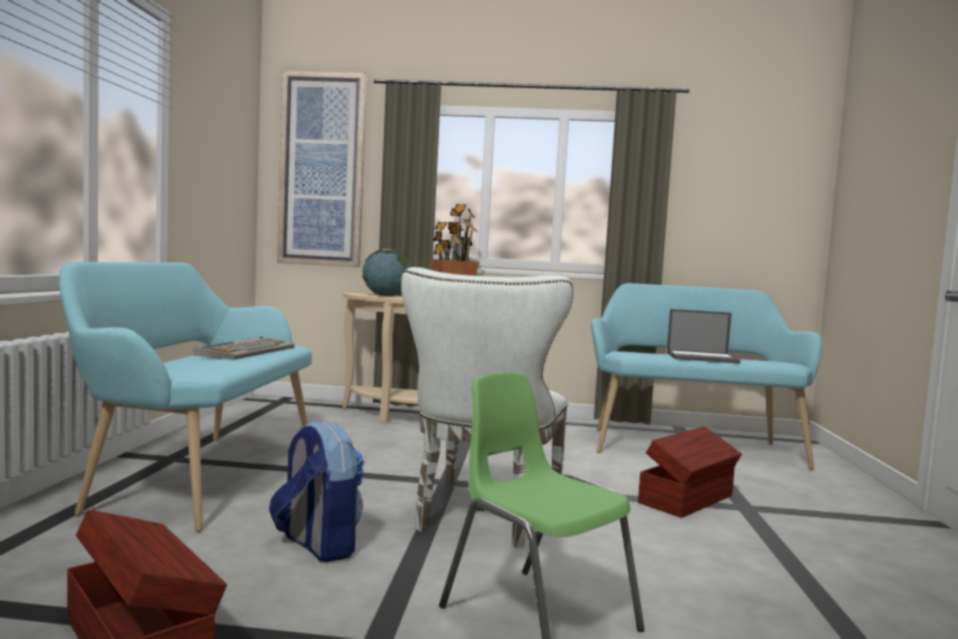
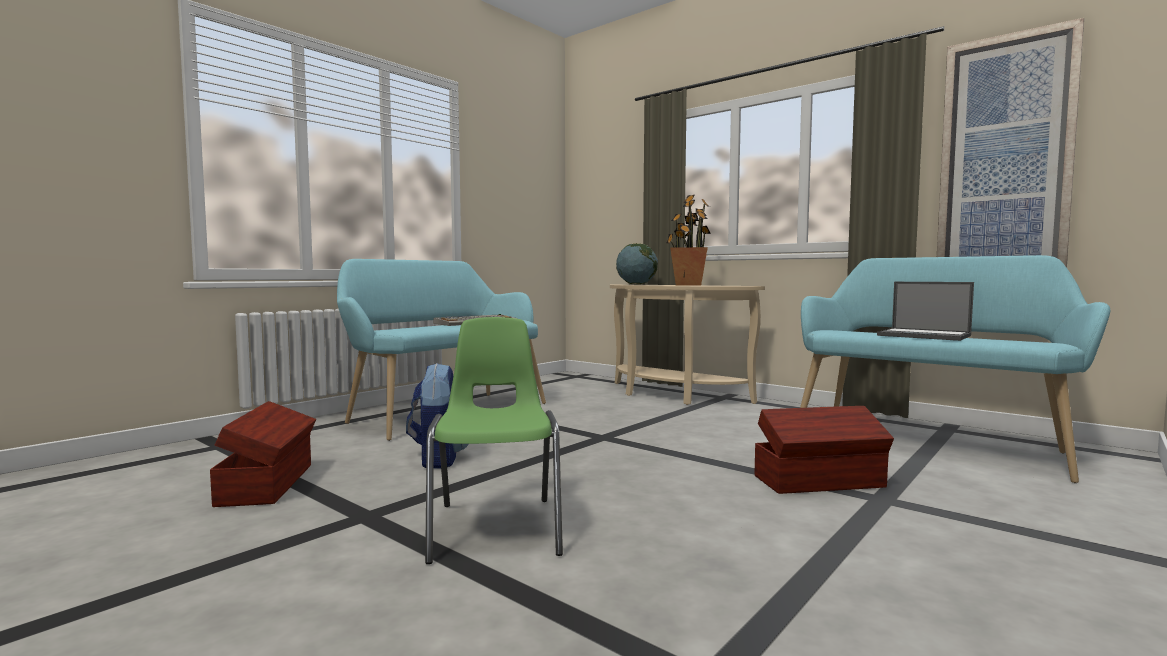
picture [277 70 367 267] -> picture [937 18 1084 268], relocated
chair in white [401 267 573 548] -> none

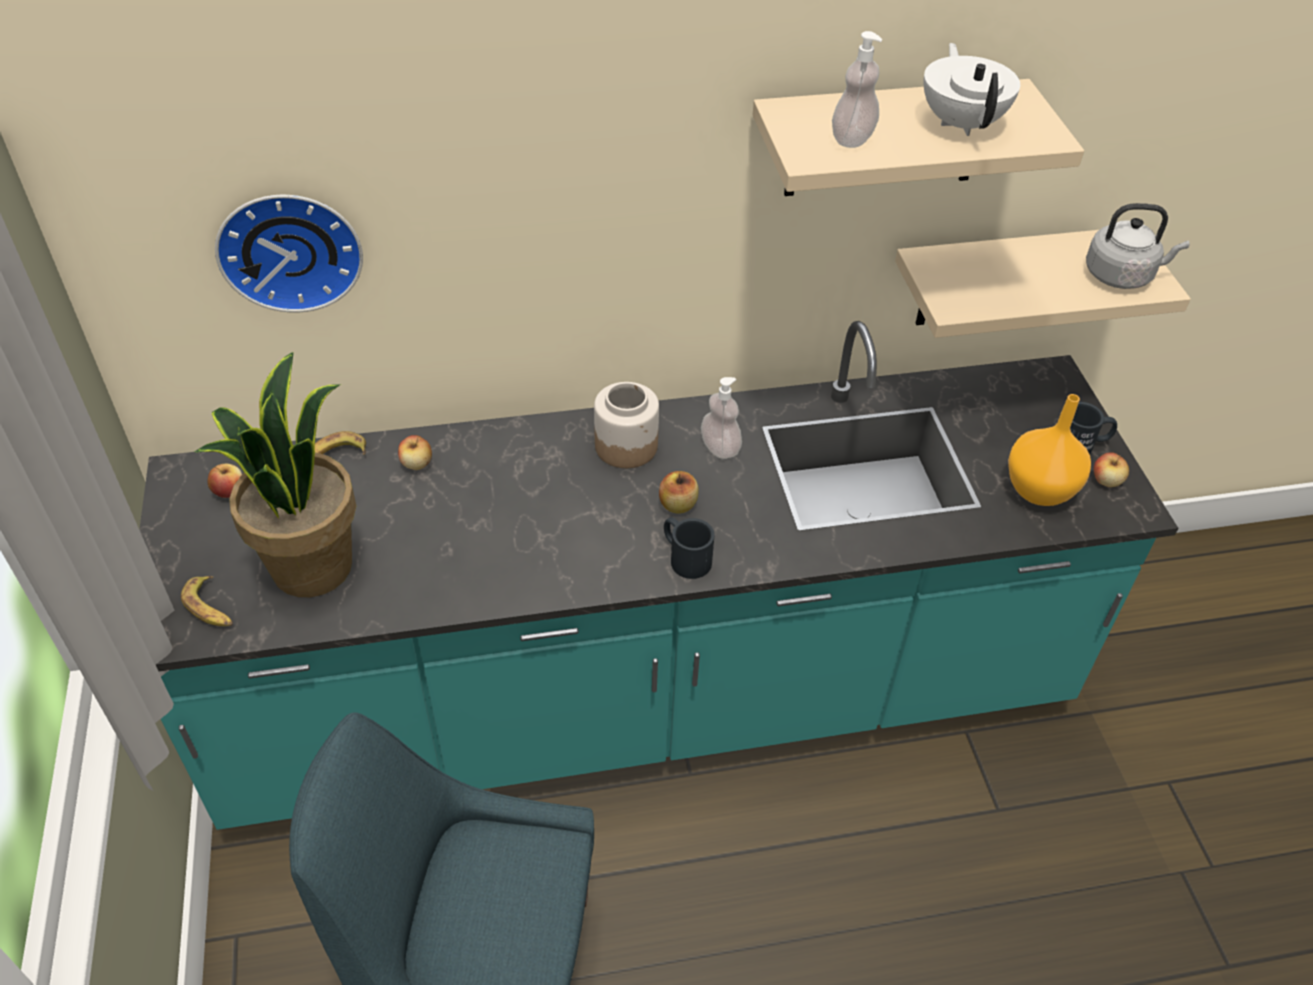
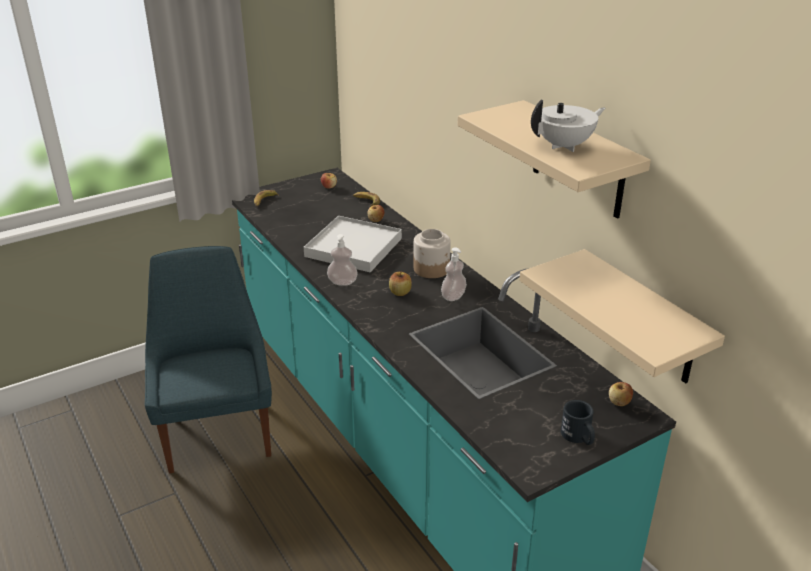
potted plant [194 352 356 597] -> none
wall clock [215 195 363 313] -> none
mug in black [664 517 715 579] -> none
soap dispenser [832 31 882 148] -> soap dispenser [327 234 358 286], relocated
vase in orange [1008 394 1091 506] -> none
kettle in grey [1086 203 1190 289] -> none
apple [1094 452 1129 487] -> apple [609 382 633 406], relocated
none -> tray in white [304 216 402 272]

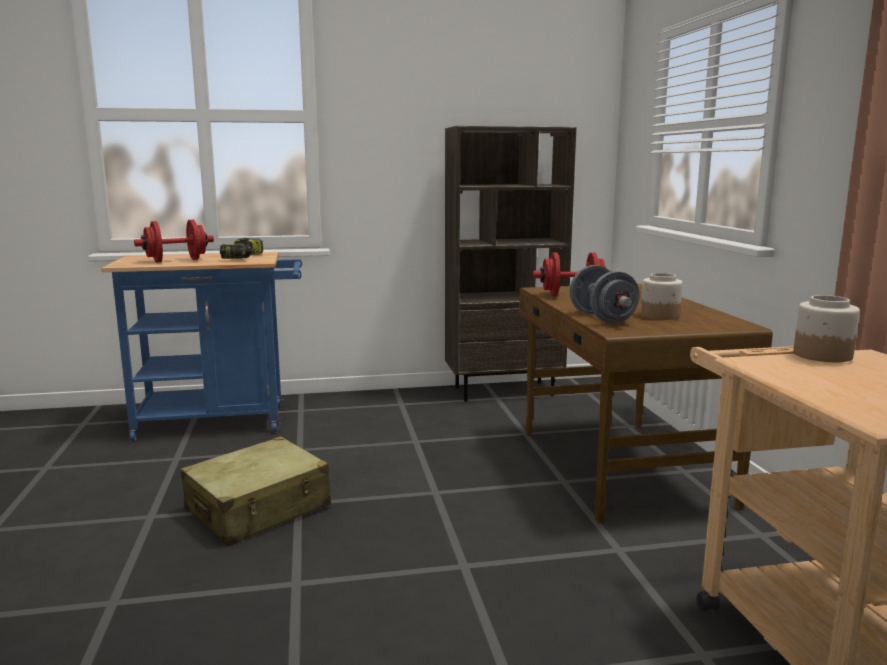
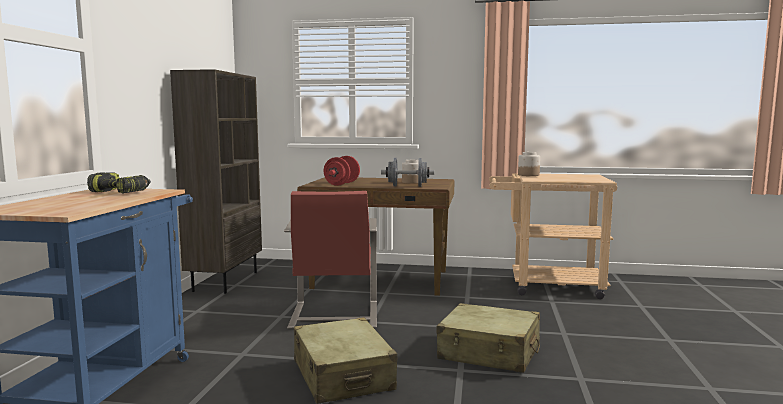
dumbbell in red [134 220 214 262] -> none
none -> chair in red [284 191 377 329]
none -> suitcase in beige [436 303 540 373]

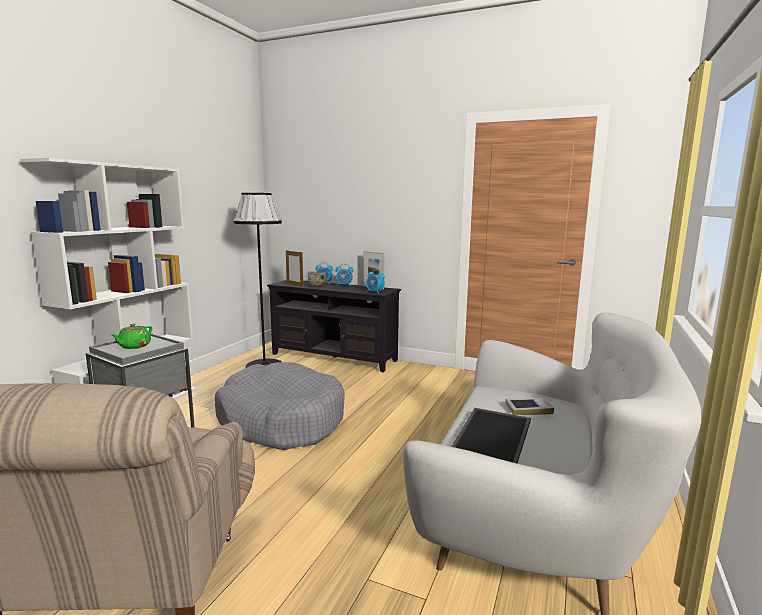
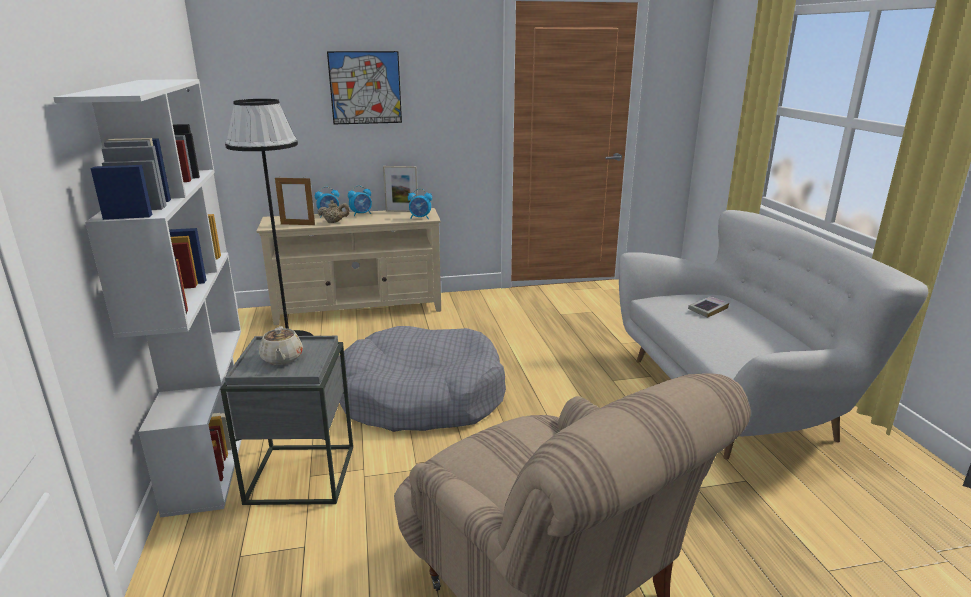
teapot in green [112 323 152 349] -> teapot in beige [259 326 303 365]
tv stand in black [267 280 401 372] -> tv stand in beige [256 208 441 325]
tray [451 408 531 464] -> none
none -> picture [327 51 402 124]

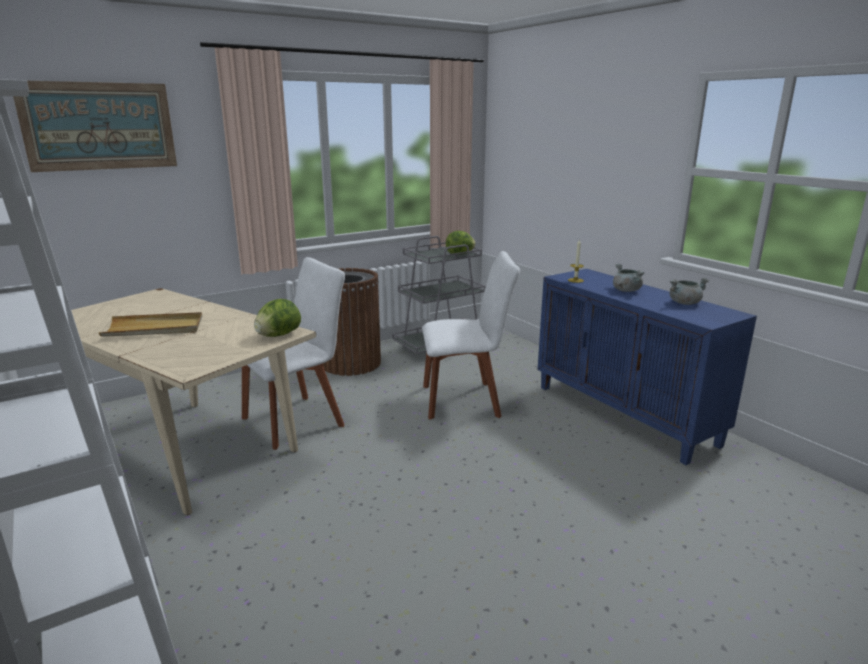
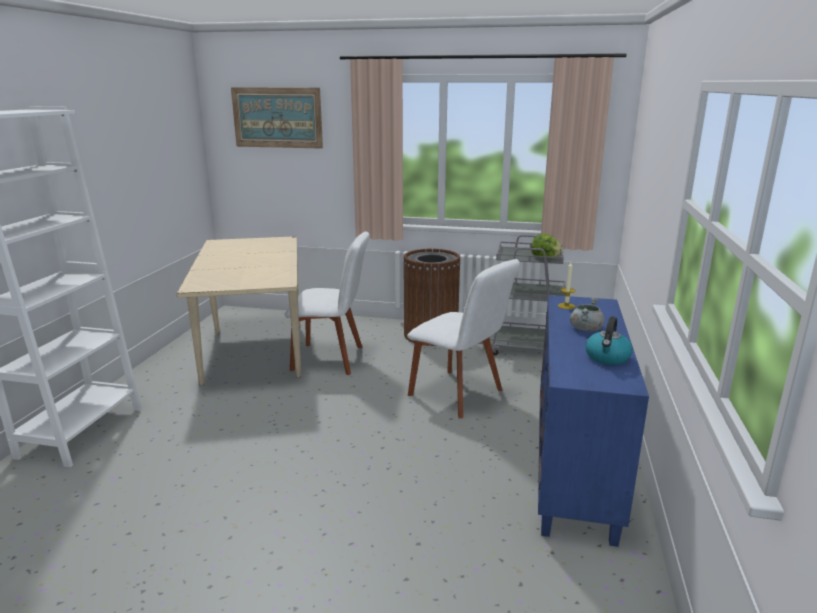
tray in beige [99 312 202 337] -> none
lettuce [254 299 301 337] -> none
cooking pot in grey [670 278 709 305] -> kettle [585 316 633 365]

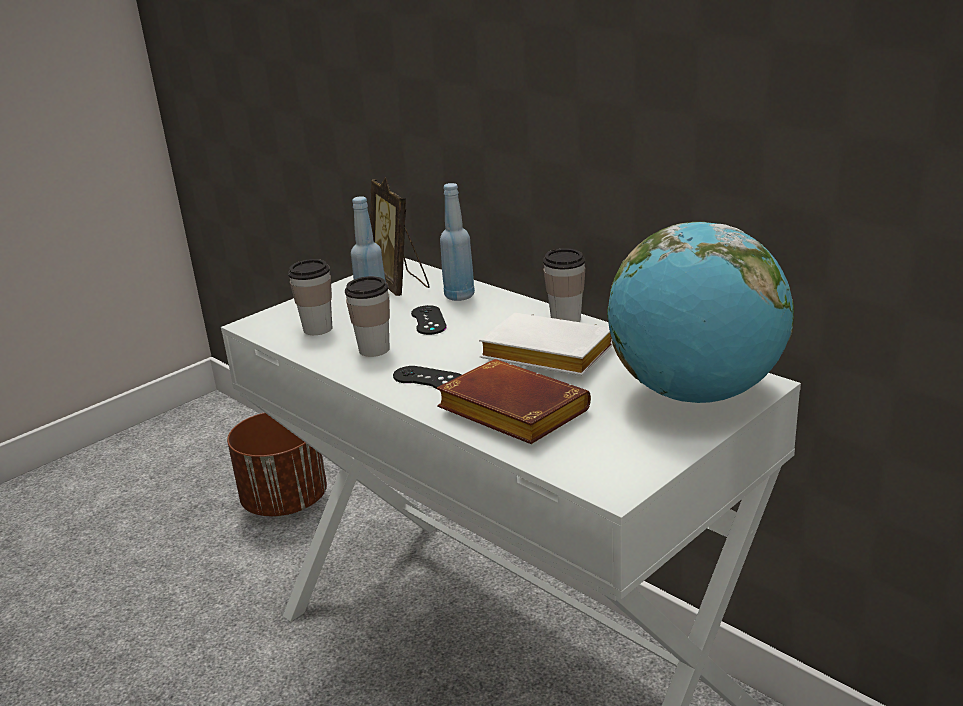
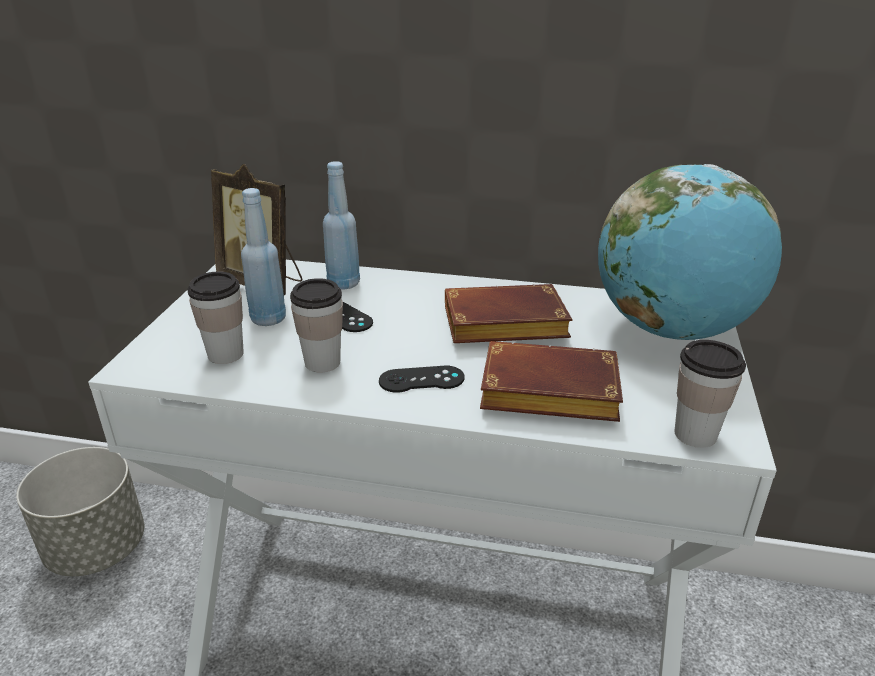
planter in brown [227 412 327 517] -> planter in grey [16 447 145 576]
book in white [479 313 613 376] -> book in brown [445 284 573 343]
cup [543 249 585 322] -> cup [674 340 746 448], relocated

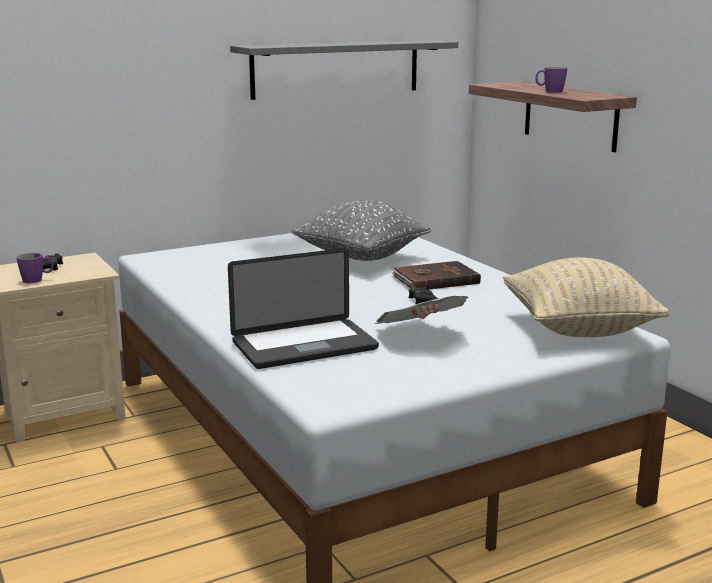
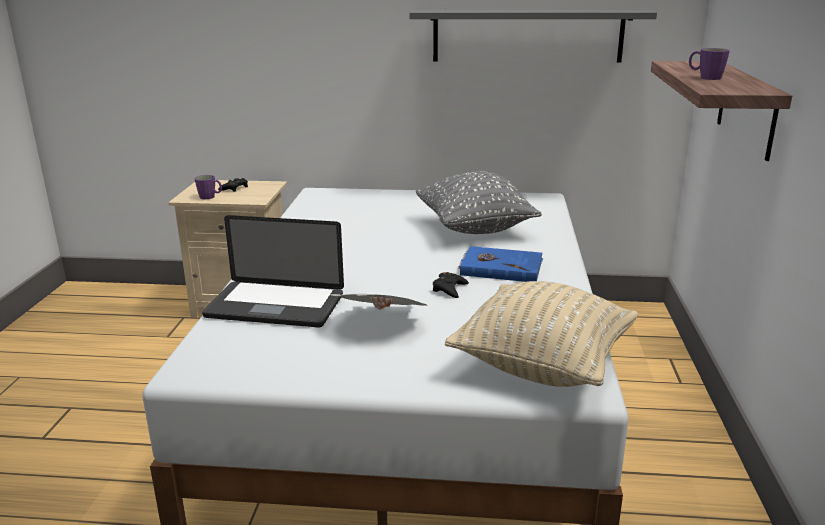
book in brown [391 261 481 290] -> book in blue [458 246 543 282]

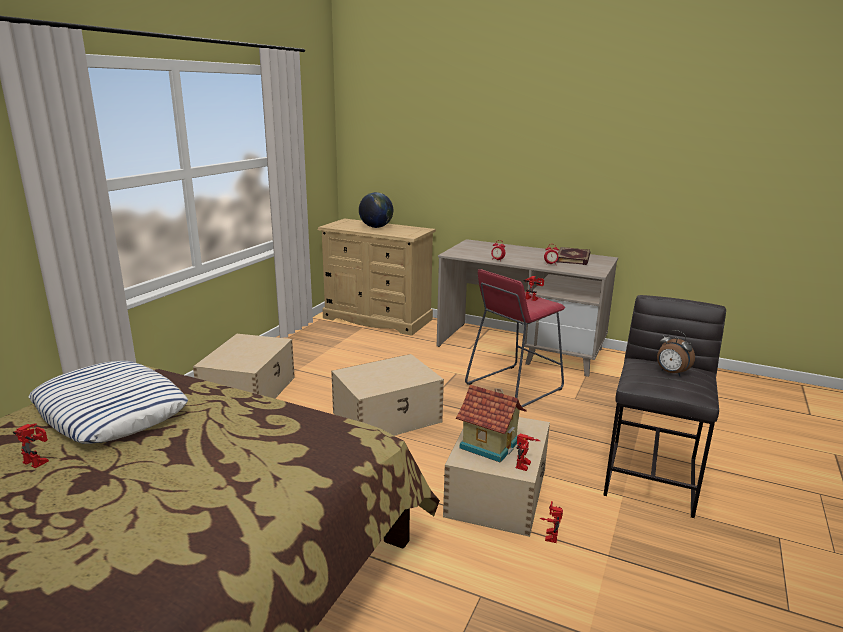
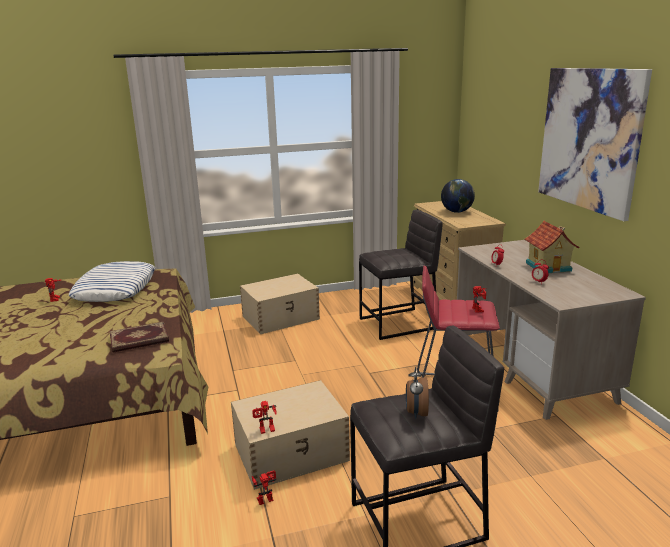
storage box in beige [331 354 444 436] -> none
toy house [456 385 527 463] -> toy house [524 221 579 273], relocated
book [557 247 591 265] -> book [110 322 169 353], relocated
none -> stool in grey [359 210 443 340]
none -> picture [538 68 652 221]

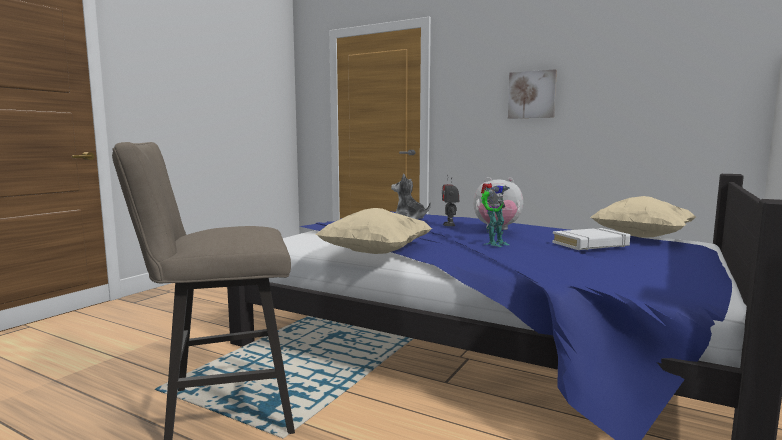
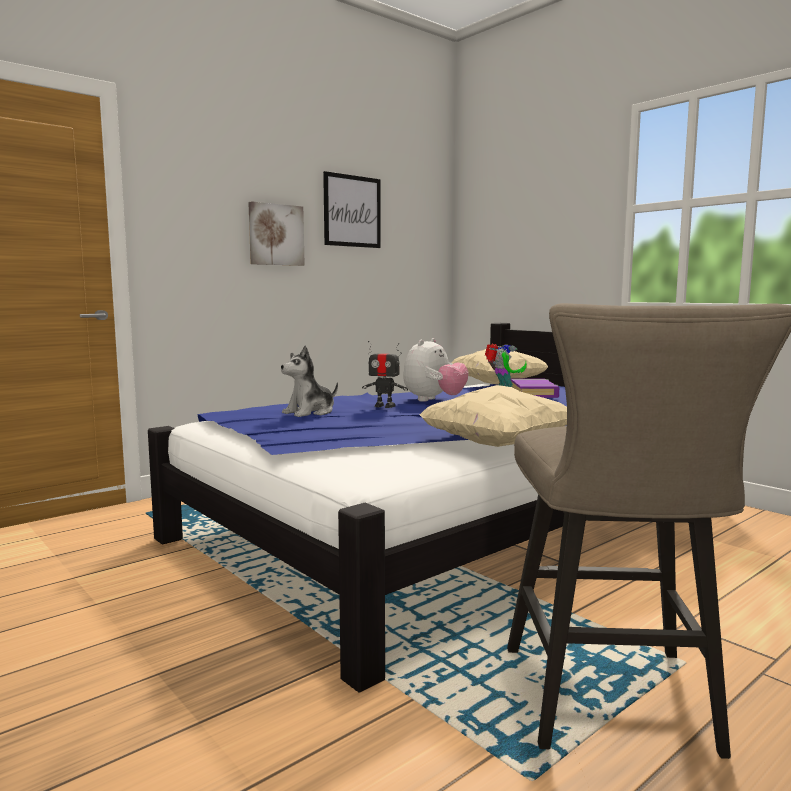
book in white [552 228 630 250] -> book in purple [511 379 559 398]
none -> picture [323 171 381 248]

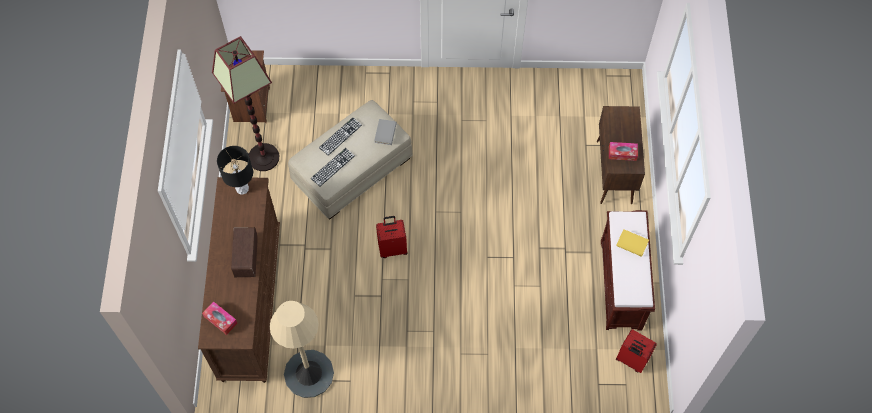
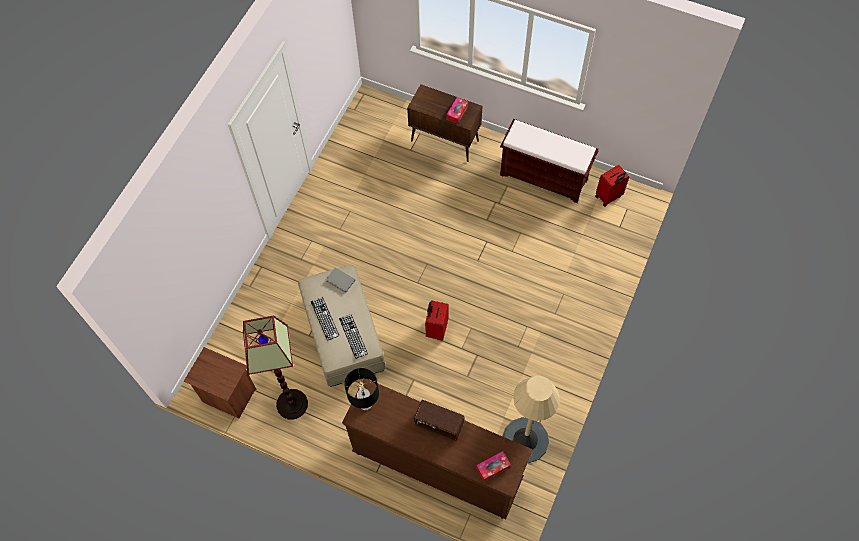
book in yellow [616 229 649 257] -> none

